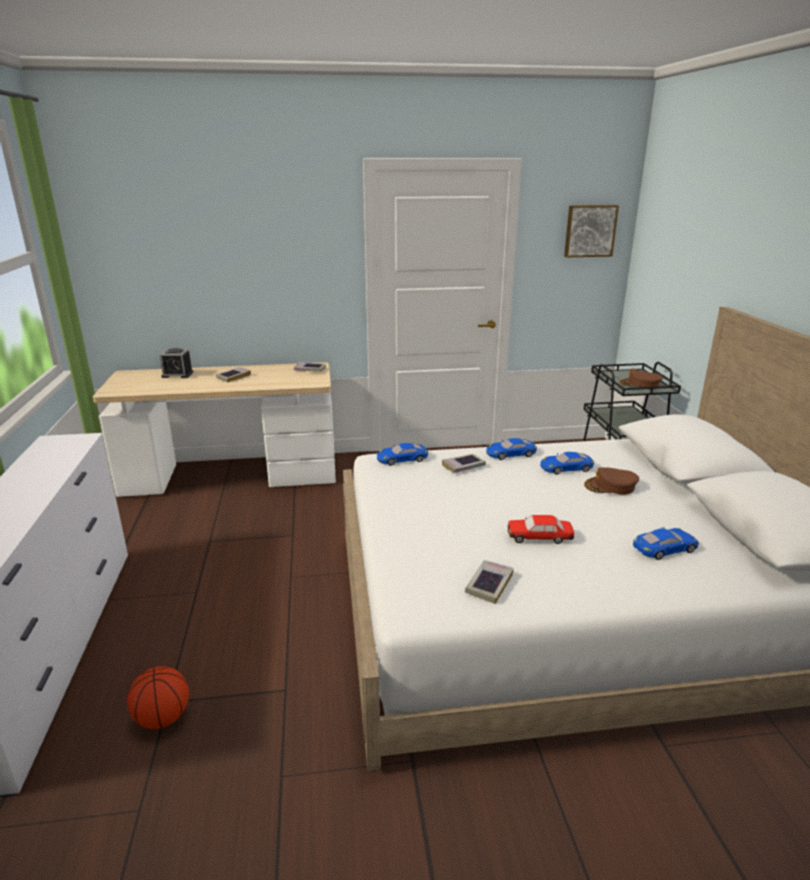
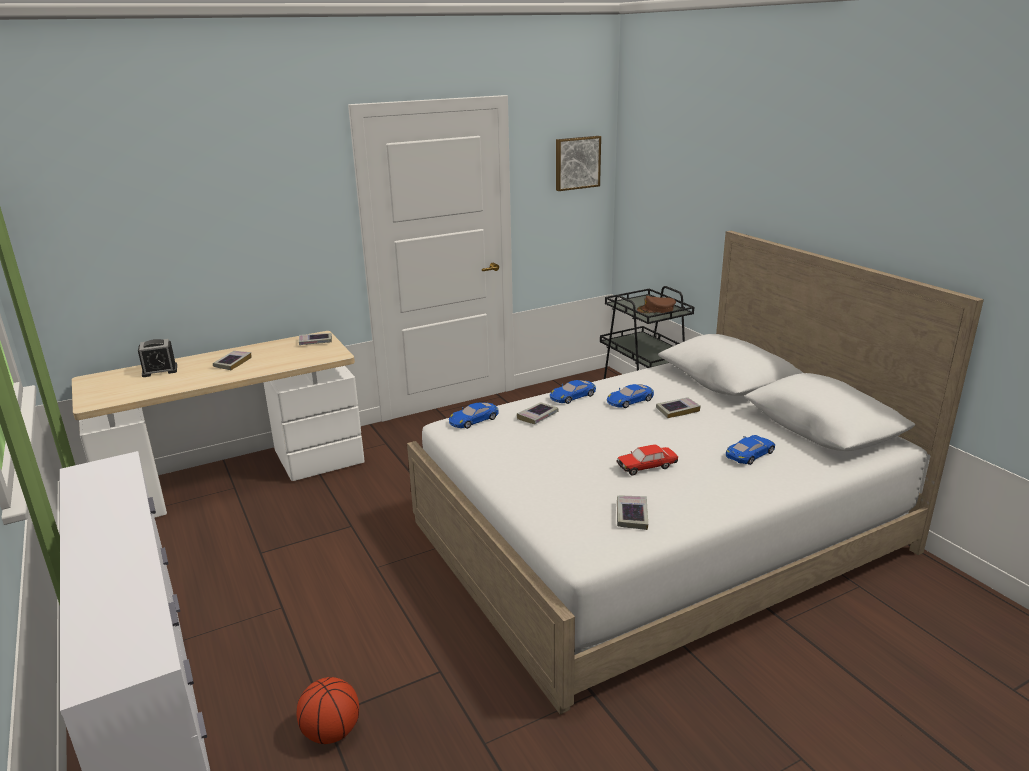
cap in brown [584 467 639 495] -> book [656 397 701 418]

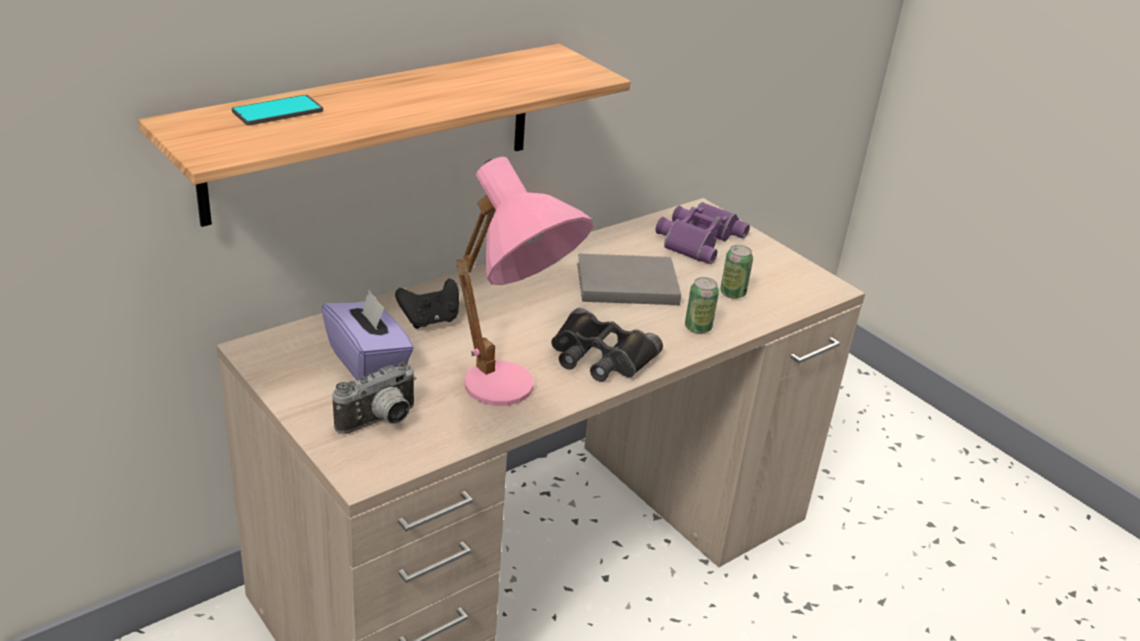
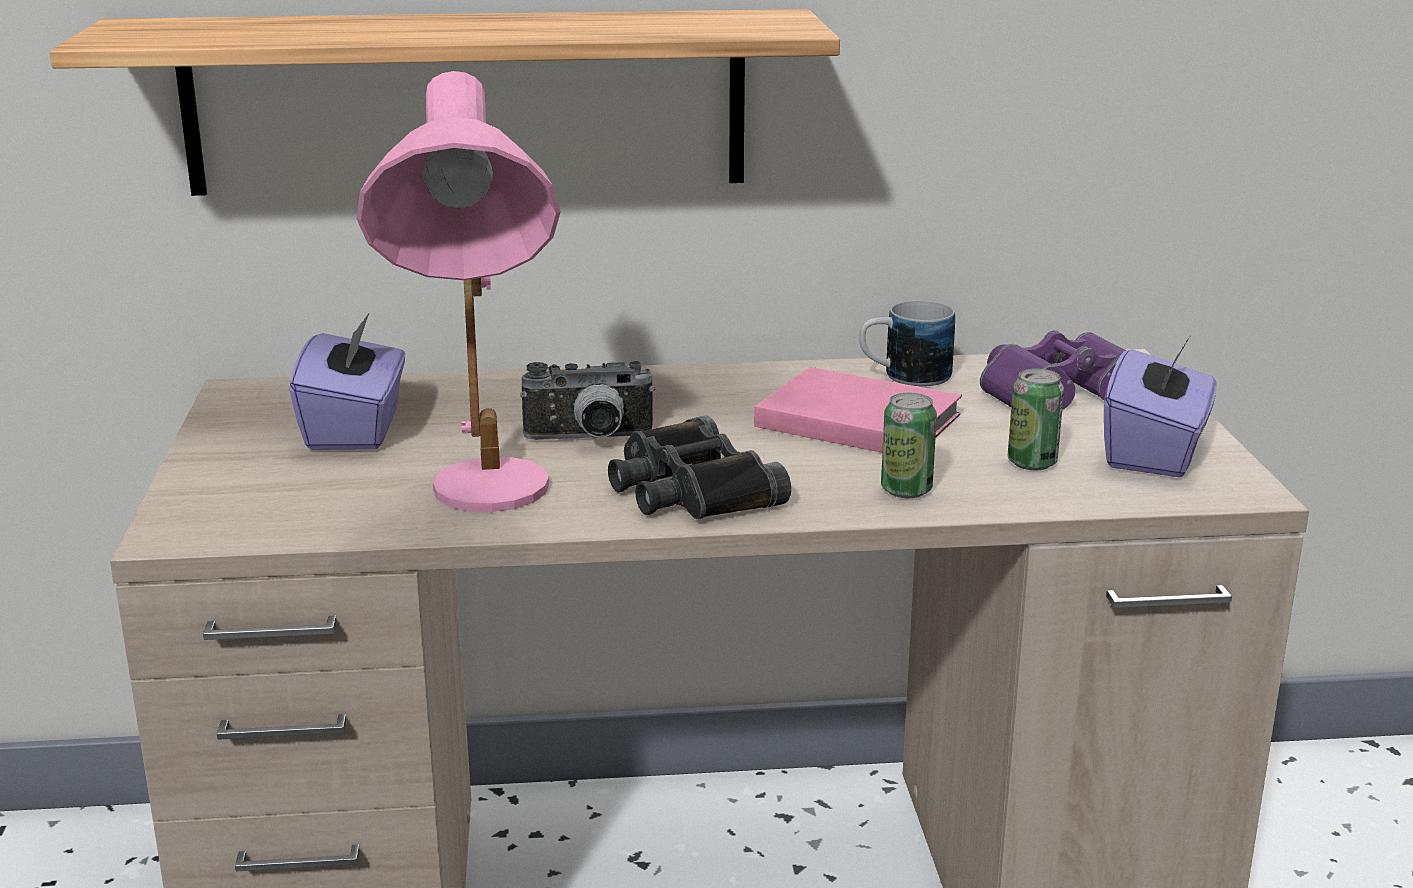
phone [232 95 323 126] -> none
photo camera [333 363 417 434] -> photo camera [520 361 655 440], relocated
game controller in black [395 279 459 329] -> none
book in grey [577 253 681 305] -> book in pink [754 367 962 453]
none -> mug [859 300 955 386]
none -> tissue box in purple [1104 337 1217 477]

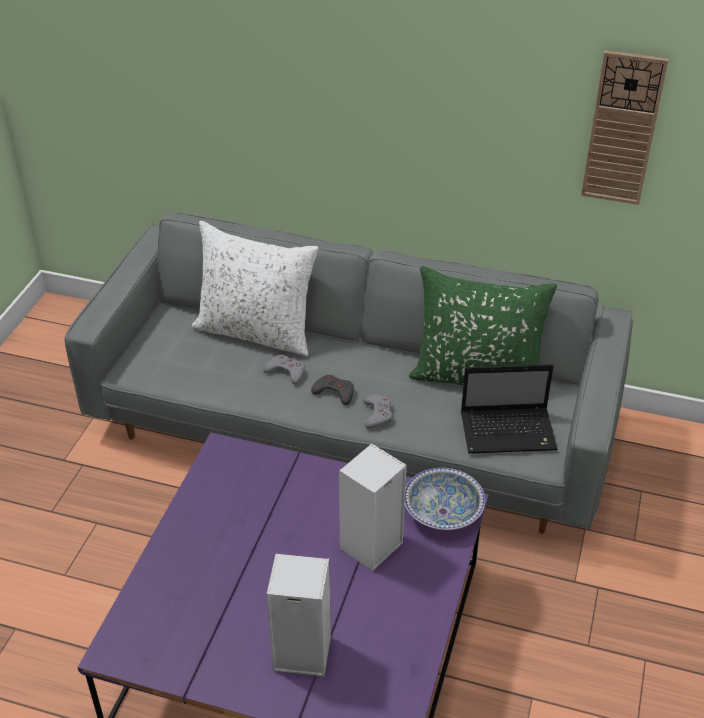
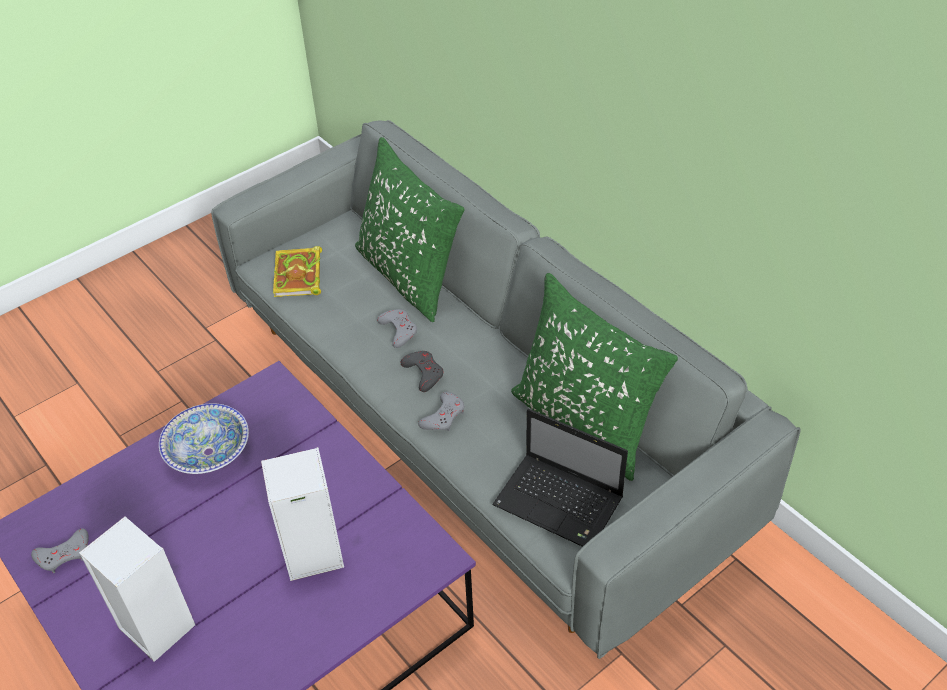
pillow in white [192 221 319 356] -> pillow in green [355 137 465 322]
bowl [405 468 485 530] -> bowl [159 403 249 474], relocated
wall clock [581 50 669 205] -> none
none -> game controller in grey [31 528 89 573]
none -> book [273 246 322 297]

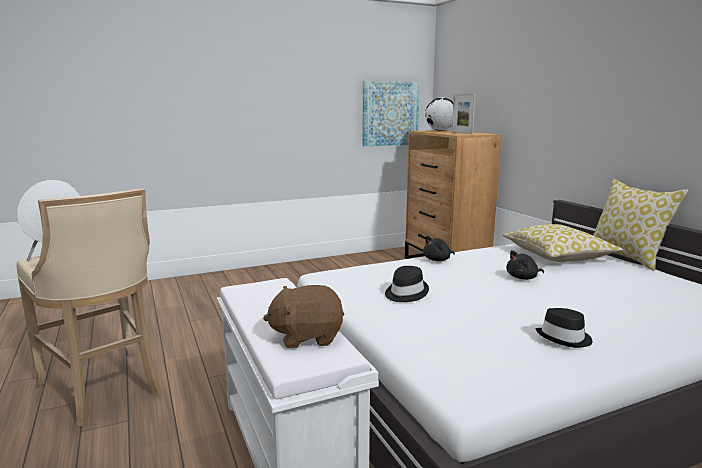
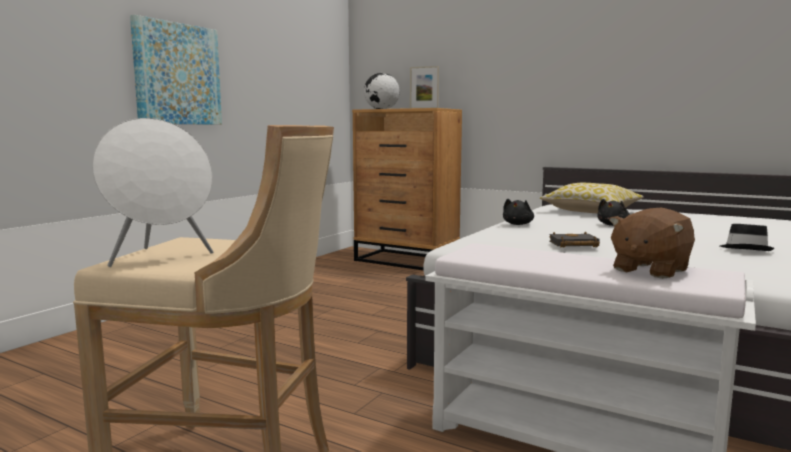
picture [362 81 420 146] -> picture [130 15 222 125], relocated
hat in black [385 266 429 302] -> book in black [549 232 600 247]
pillow [593 178 689 271] -> none

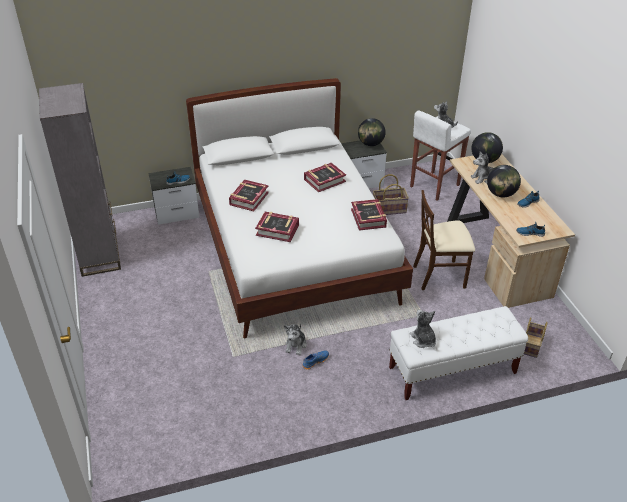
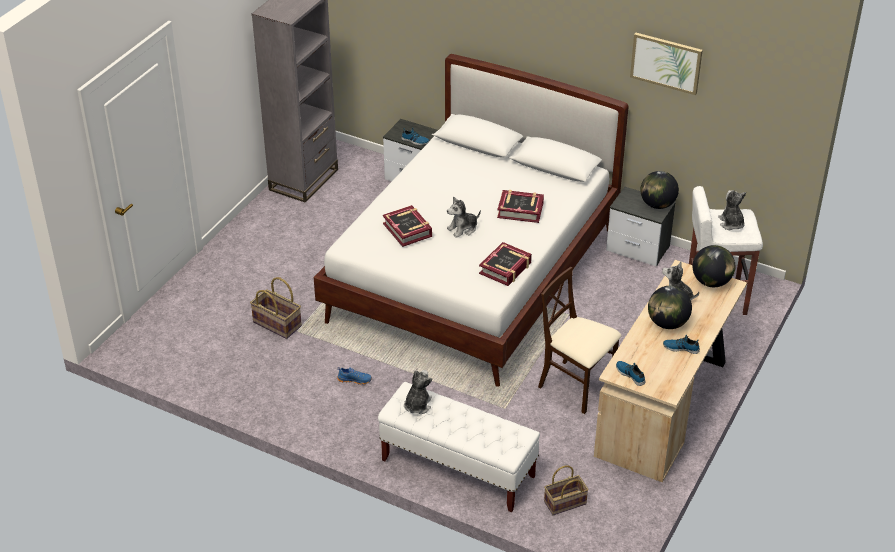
book [229 180 269 211] -> none
plush toy [284 324 307 355] -> plush toy [447 196 481 238], relocated
basket [373 174 409 215] -> basket [250 277 302 339], relocated
none -> picture [630 33 703 95]

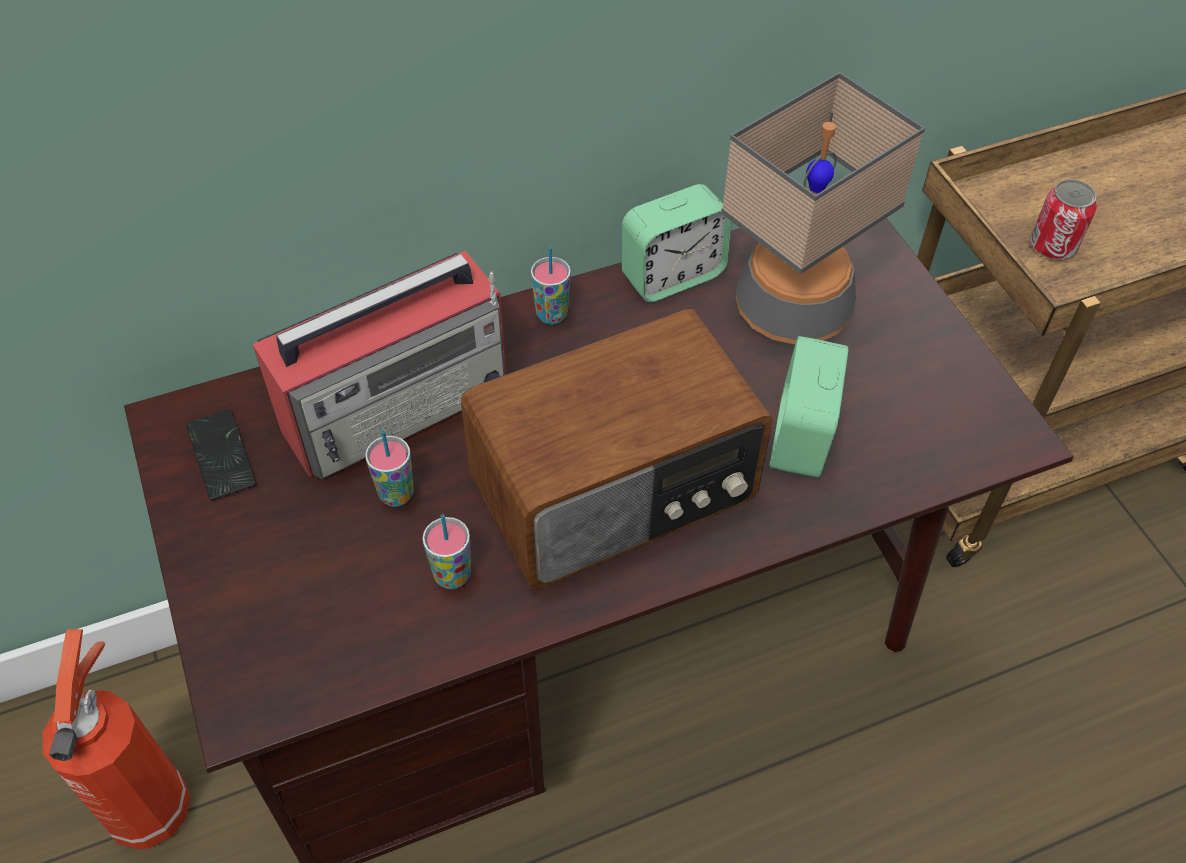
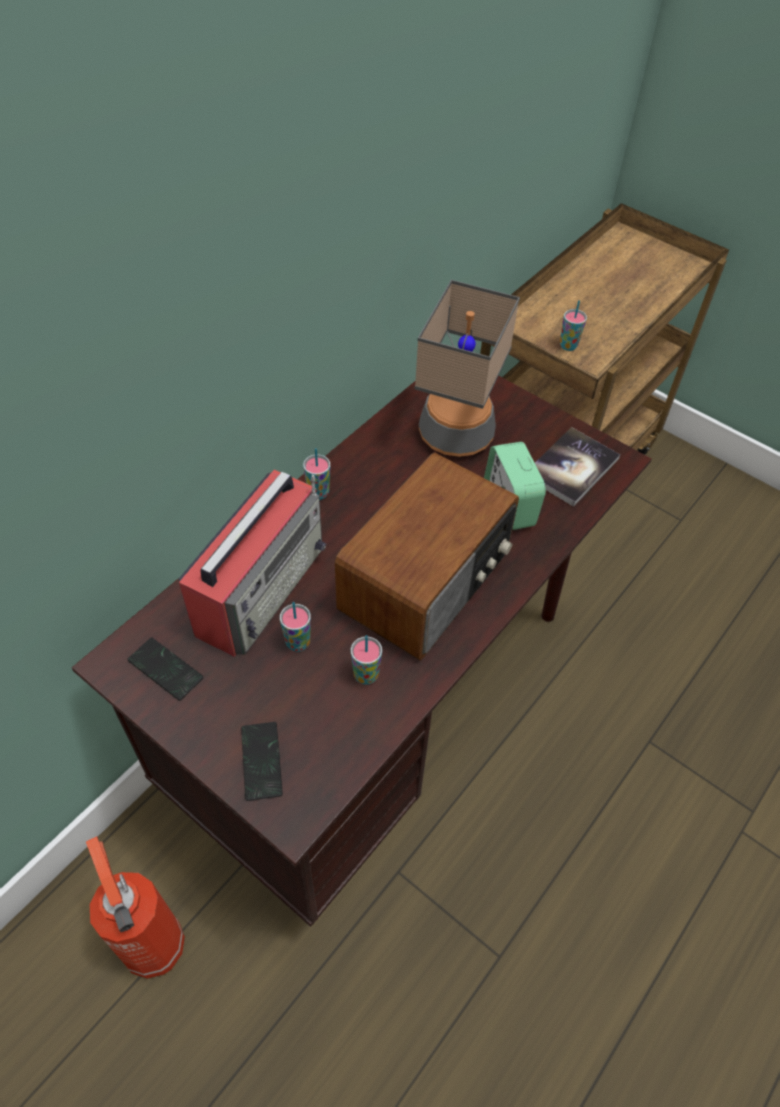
alarm clock [622 184 732 302] -> none
can [1031 179 1097 260] -> cup [560 300 587 351]
none -> phone [241 722 283 801]
none -> book [535 427 620 507]

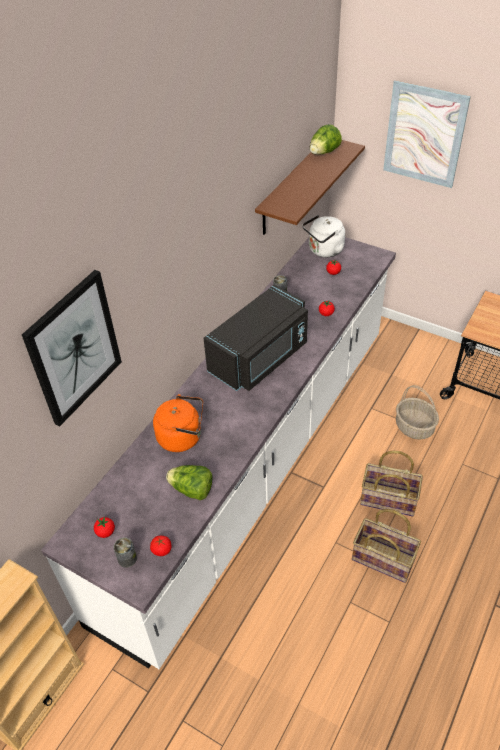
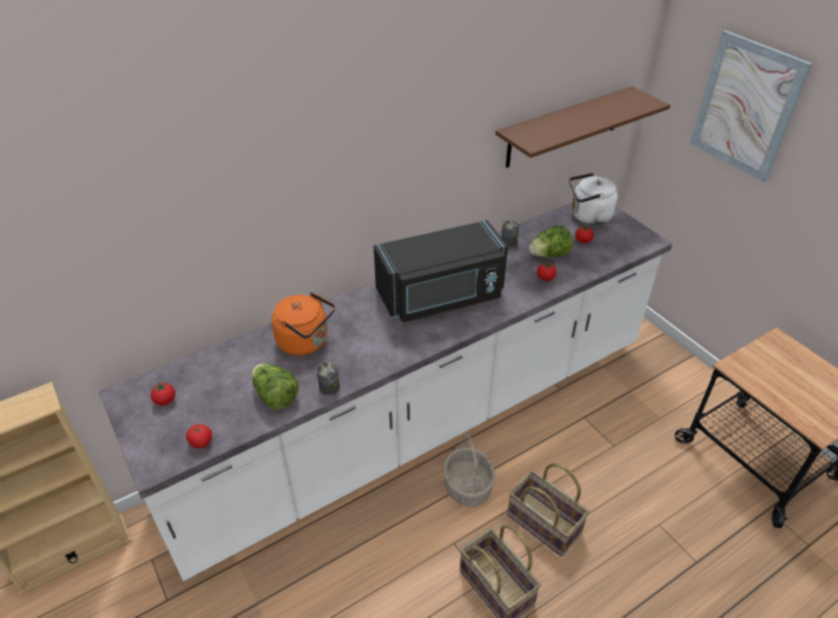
picture [22 270 122 427] -> none
can [114 537 137 568] -> can [317 361 340 395], relocated
lettuce [310 124 342 155] -> lettuce [529 225 573 257], relocated
basket [396 385 439 440] -> basket [443 432 495 507], relocated

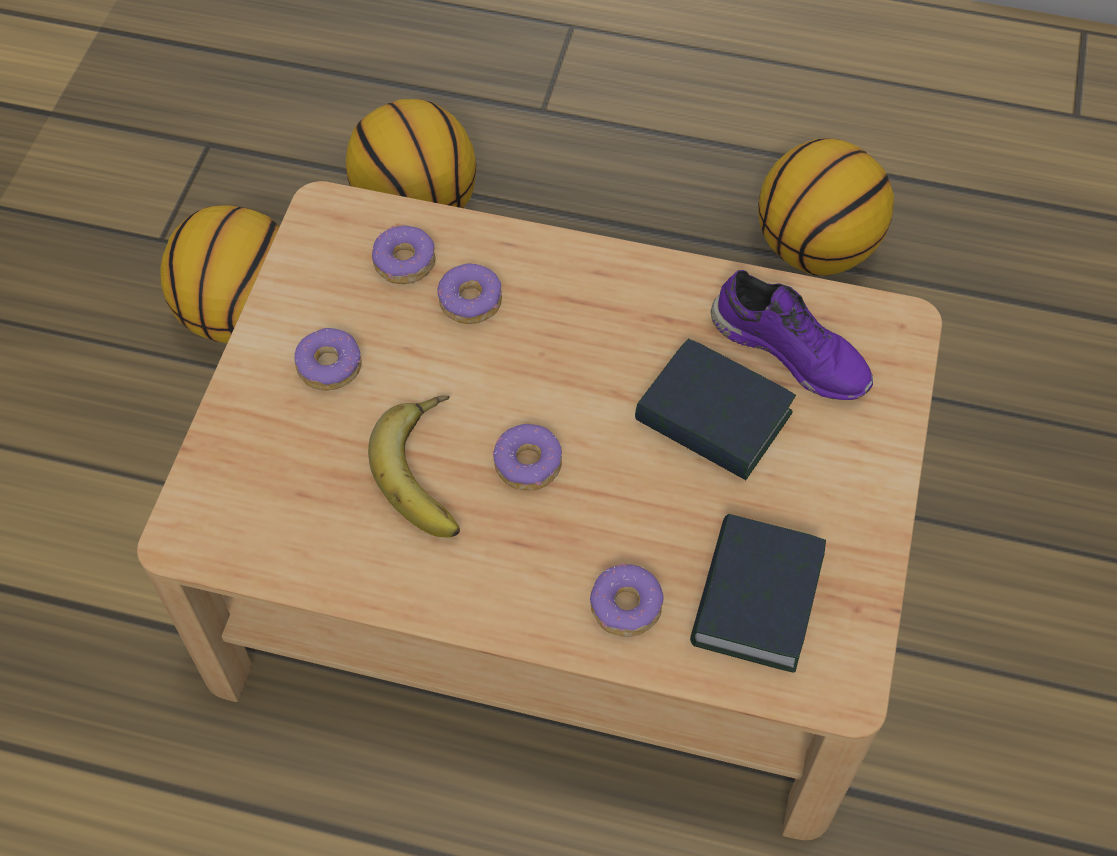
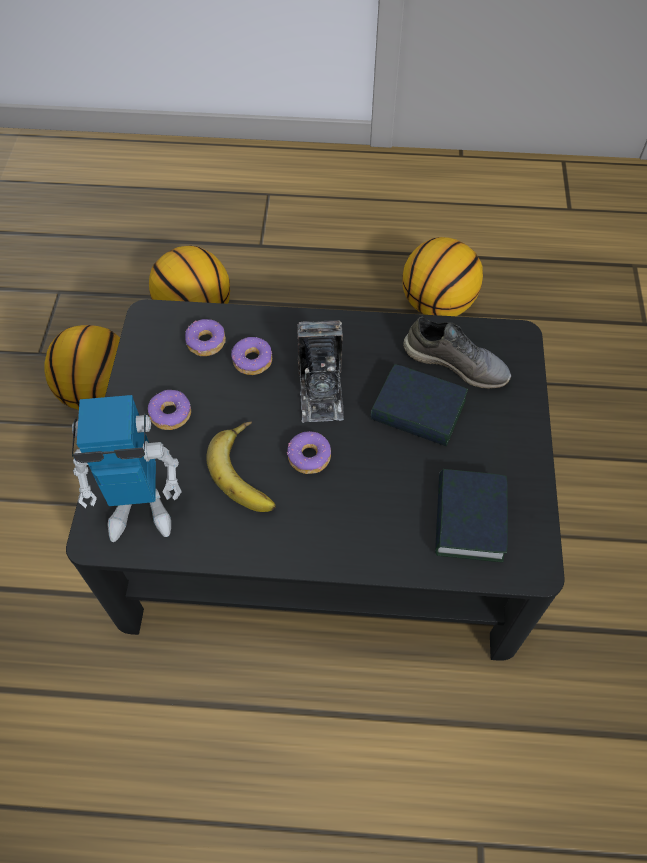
coffee table in beige [137 181 942 840] -> coffee table in black [66 299 565 661]
donut [590 563 664 637] -> none
shoe in purple [711 270 873 400] -> shoe in grey [403 317 511 389]
none -> toy robot [72 395 182 542]
none -> photo camera [297 320 344 423]

